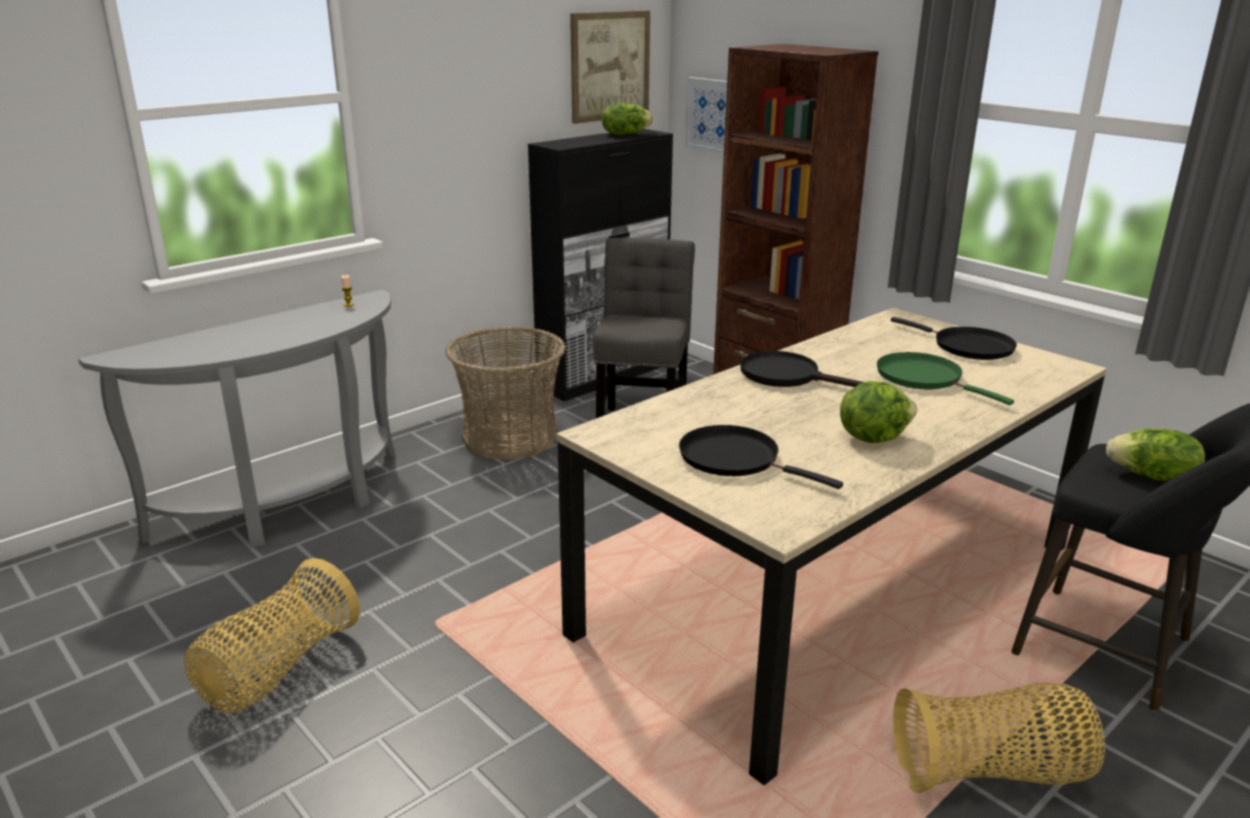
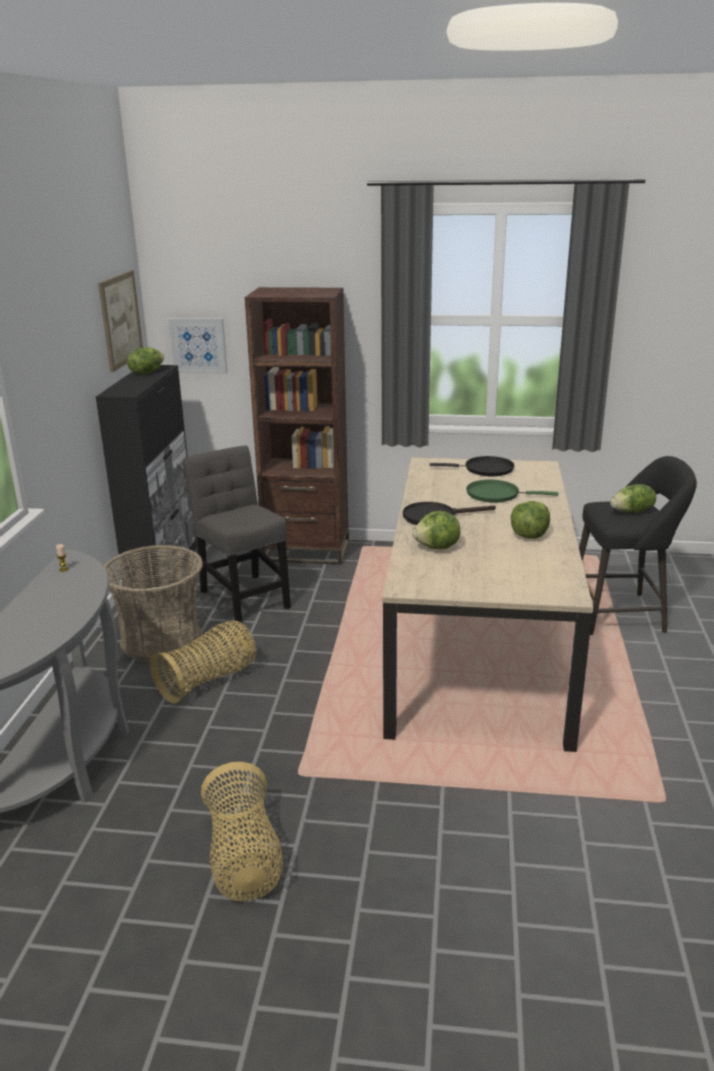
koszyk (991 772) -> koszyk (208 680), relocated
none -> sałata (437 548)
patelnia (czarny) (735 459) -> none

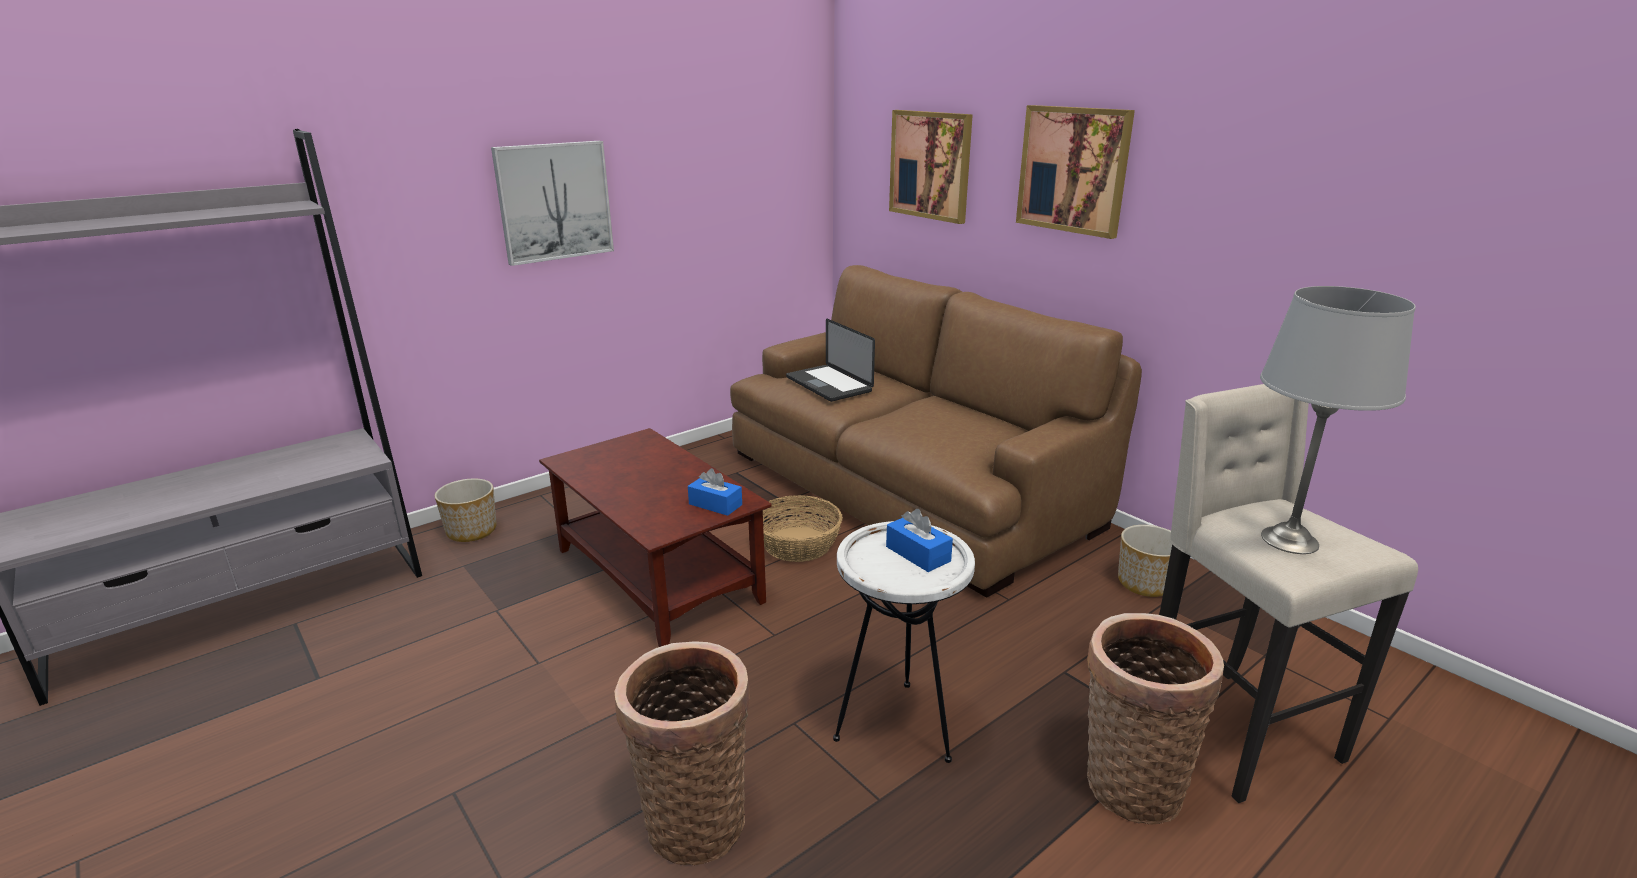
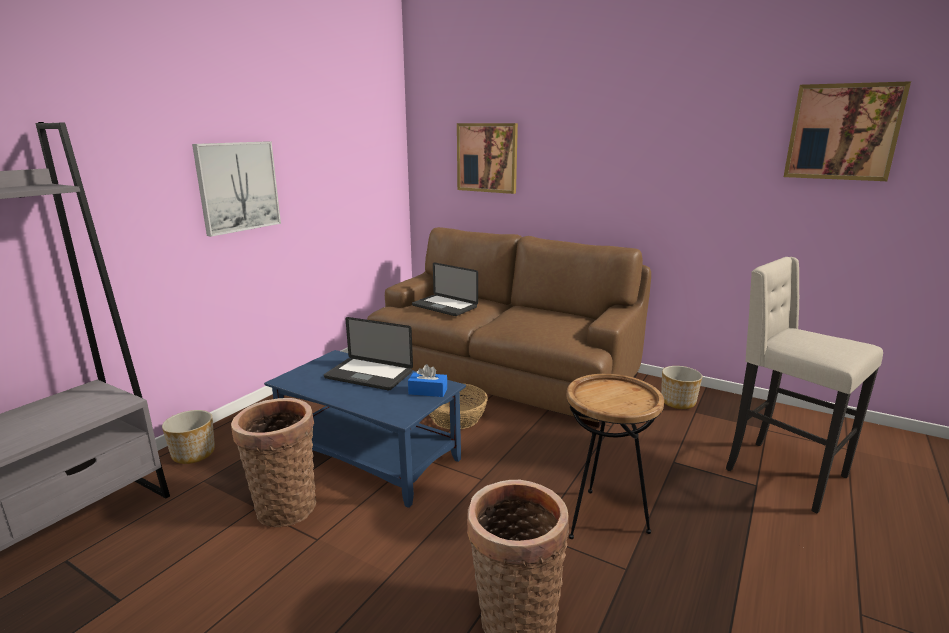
koszyk (1129 781) -> koszyk (284 505), relocated
ława (brązowy) (659 576) -> ława (niebieski) (371 457)
none -> laptop (369 375)
stolik (biały) (897 727) -> stolik (brązowy) (603 519)
obraz (1073 170) -> obraz (842 132), relocated
pudełko chusteczek (niebieski) (918 554) -> none
lampa stołowa (szary) (1289 541) -> none

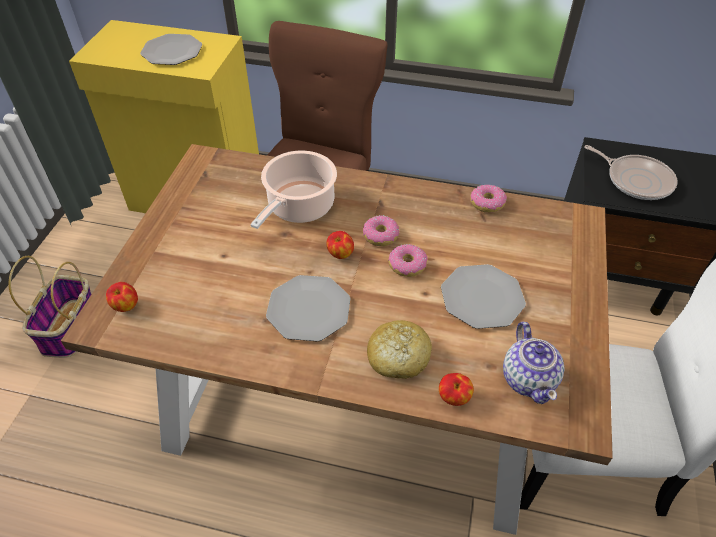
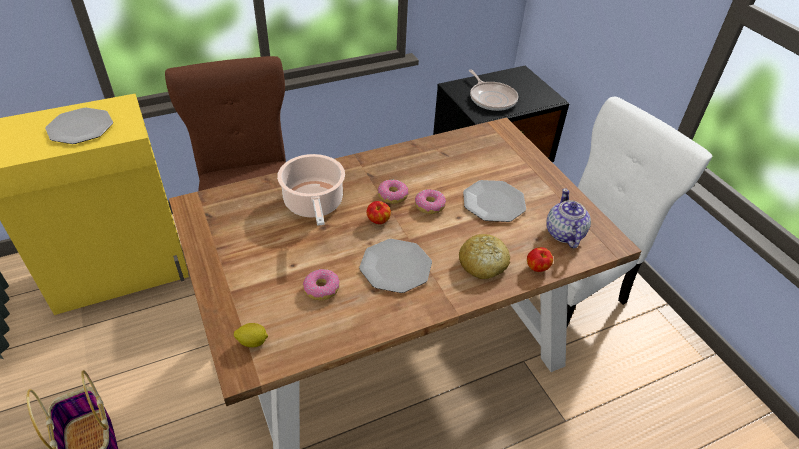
jabłko (125 306) -> cytryna (253 342)
donut (487 203) -> donut (321 289), relocated
patelnia (636 180) -> patelnia (491 98), 60 degrees clockwise
imbryk (529 378) -> imbryk (564 234), 135 degrees counterclockwise

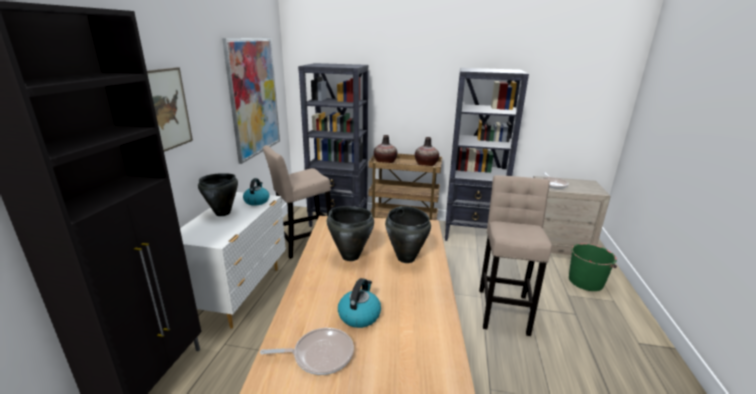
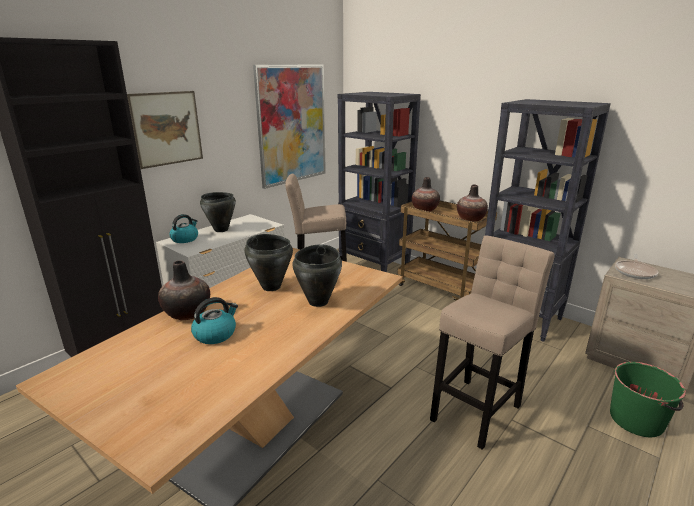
none -> wazon (187 313)
czajnik (257 201) -> czajnik (185 239), relocated
patelnia (319 355) -> none

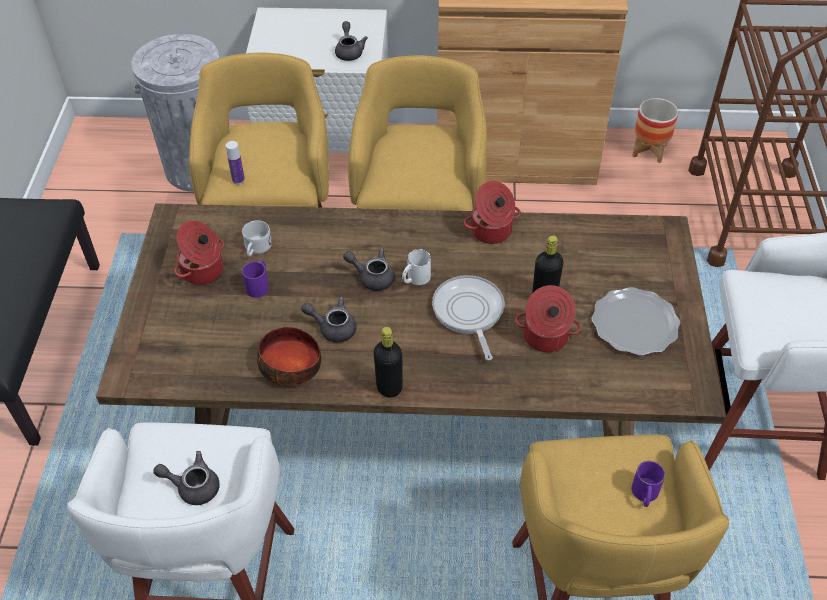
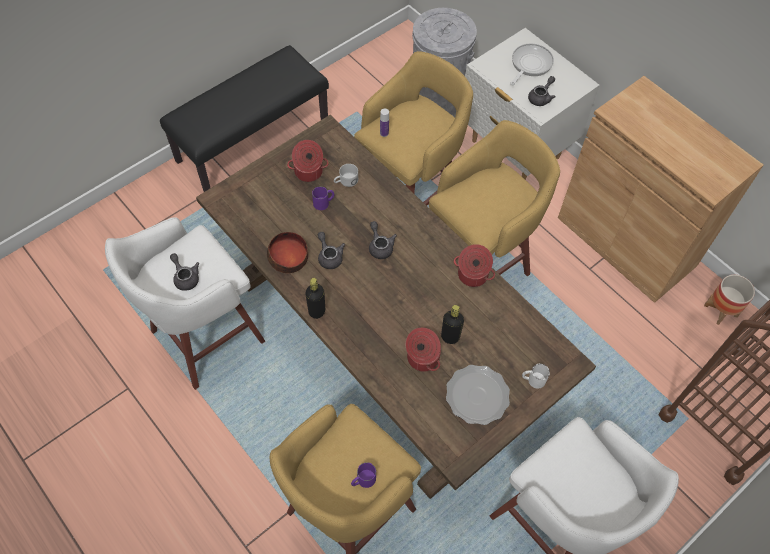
patelnia (469 313) -> patelnia (530 64), relocated
kubek (biały) (415 279) -> kubek (biały) (533 379), relocated

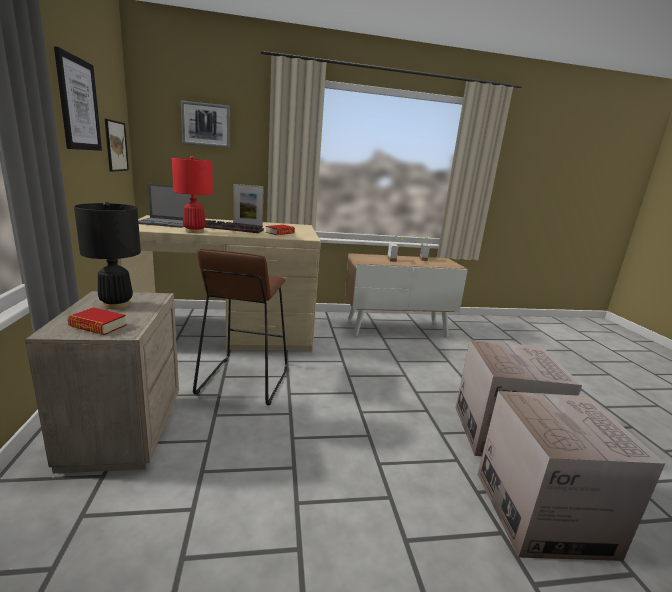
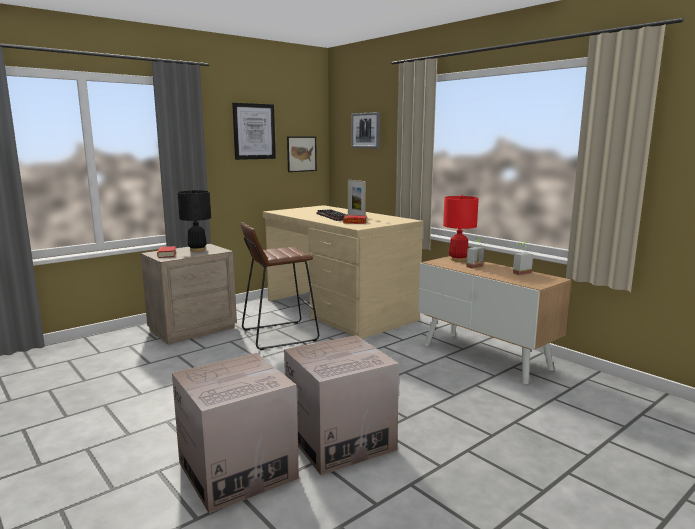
lampa stołowa (czerwony) (194 231) -> lampa stołowa (czerwony) (458 259), relocated
laptop (166 223) -> none

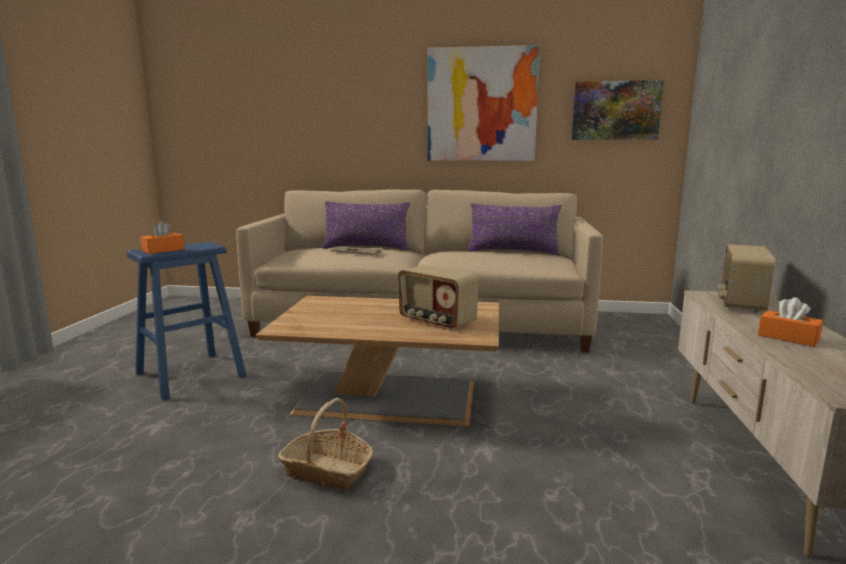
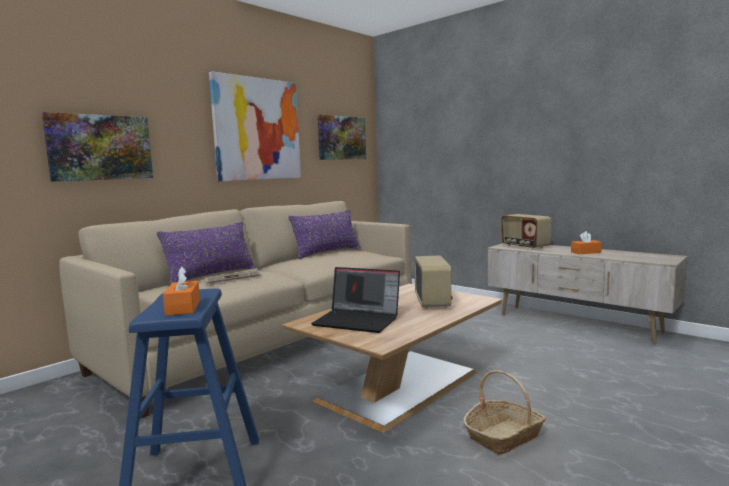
none -> obraz (100 147)
none -> laptop (358 320)
radio (436 322) -> radio (433 302), 75 degrees counterclockwise

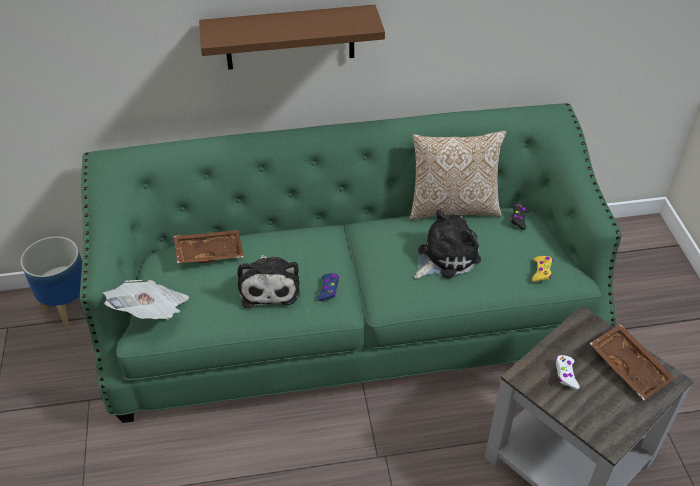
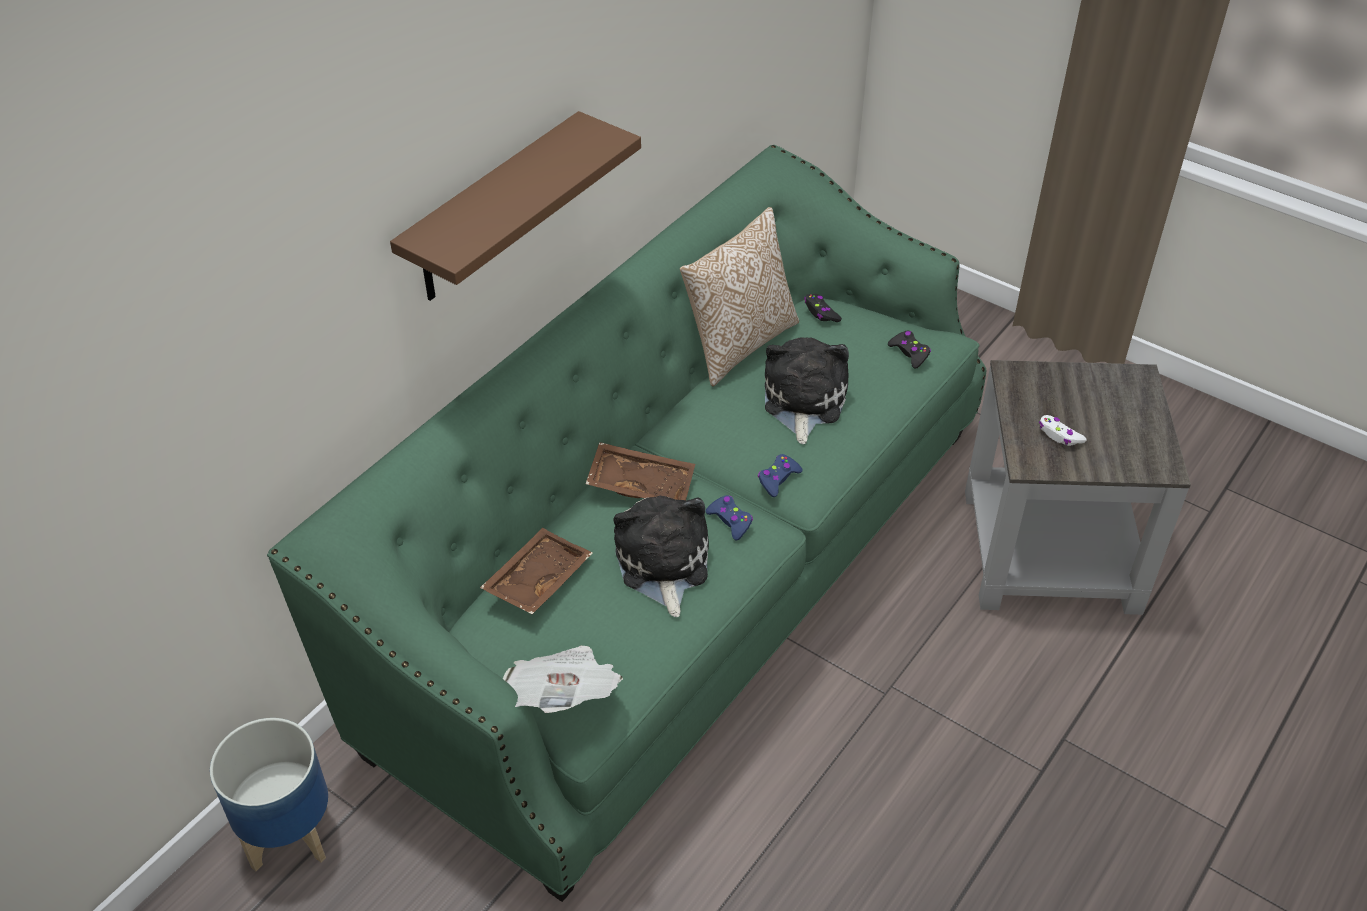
taca (brązowy) (630 367) -> taca (brązowy) (641 483), relocated
pluszak (269 286) -> pluszak (662 565), 135 degrees counterclockwise
none -> pad do gier (niebieski) (778 479)
pad do gier (żółty) (541 271) -> pad do gier (czarny) (909 353)

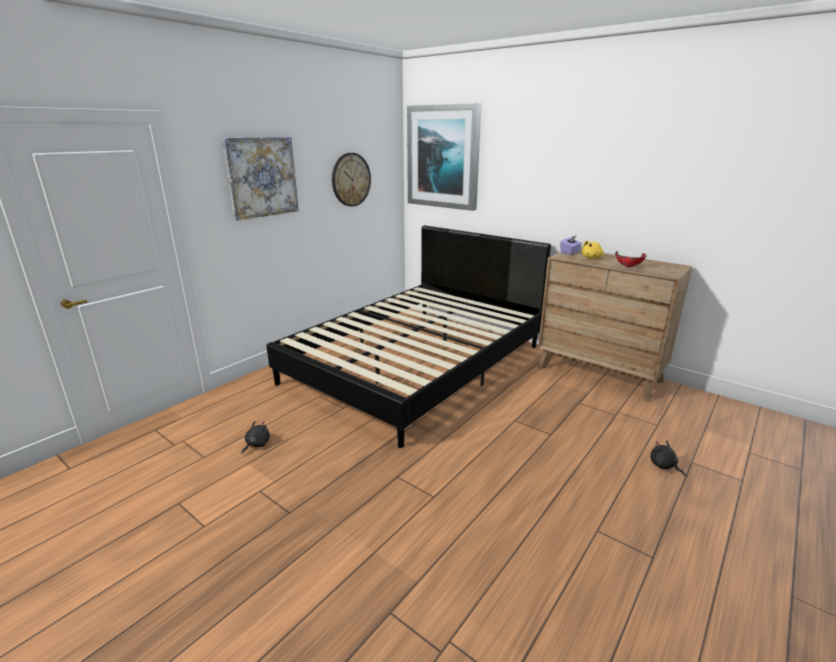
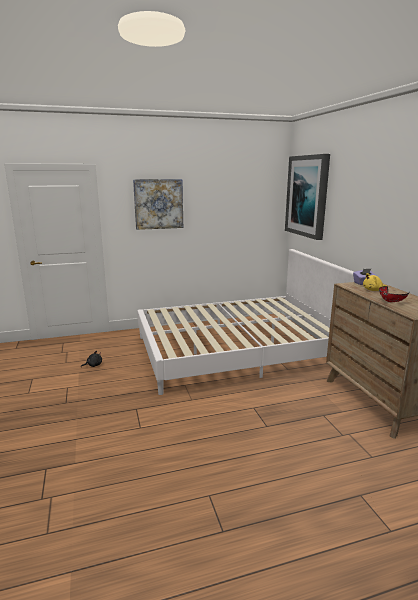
łóżko (czarny) (417 364) -> łóżko (biały) (237 351)
zegar ścienny (351 179) -> none
pluszak (czarny) (663 466) -> none

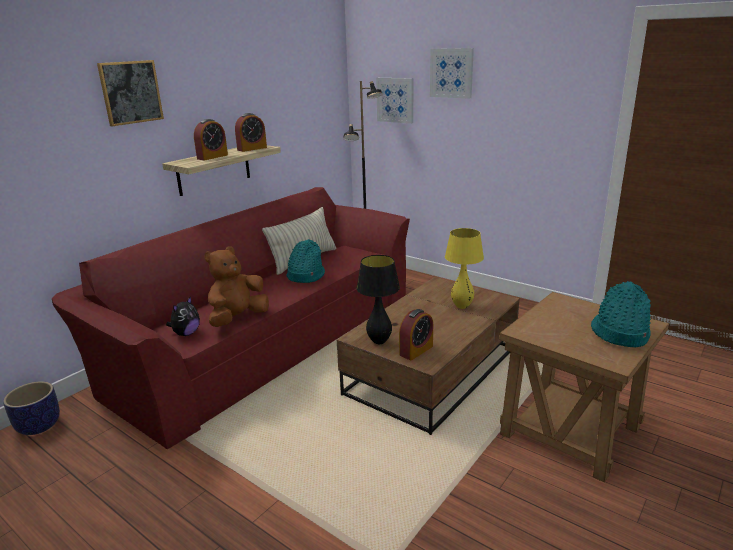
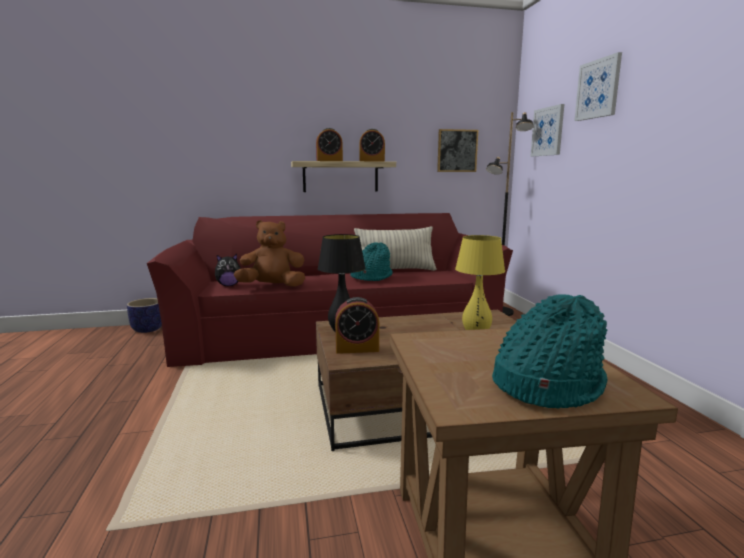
obraz (131 92) -> obraz (457 151), relocated

